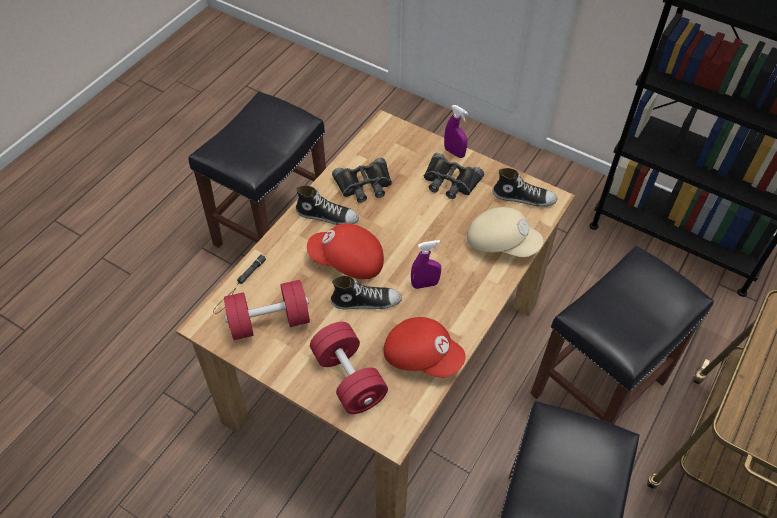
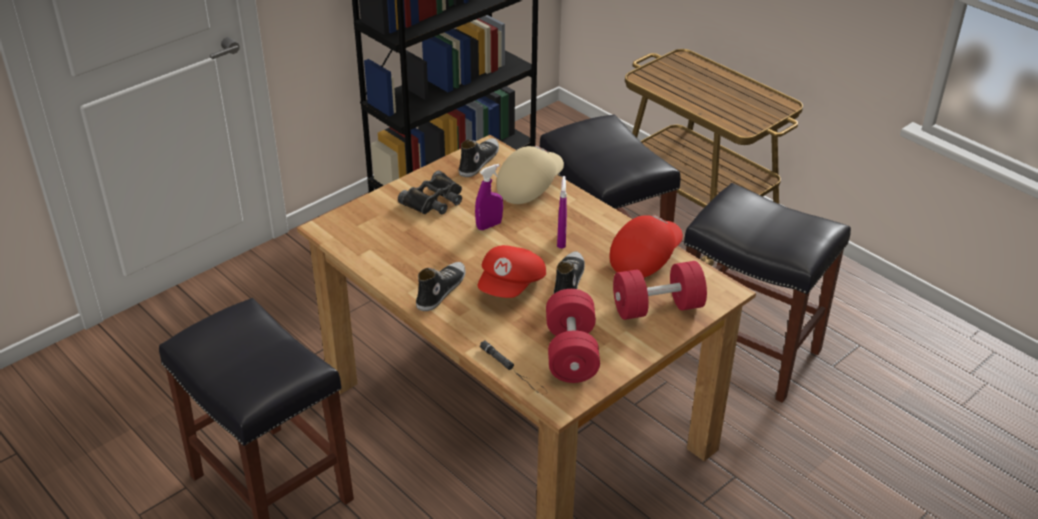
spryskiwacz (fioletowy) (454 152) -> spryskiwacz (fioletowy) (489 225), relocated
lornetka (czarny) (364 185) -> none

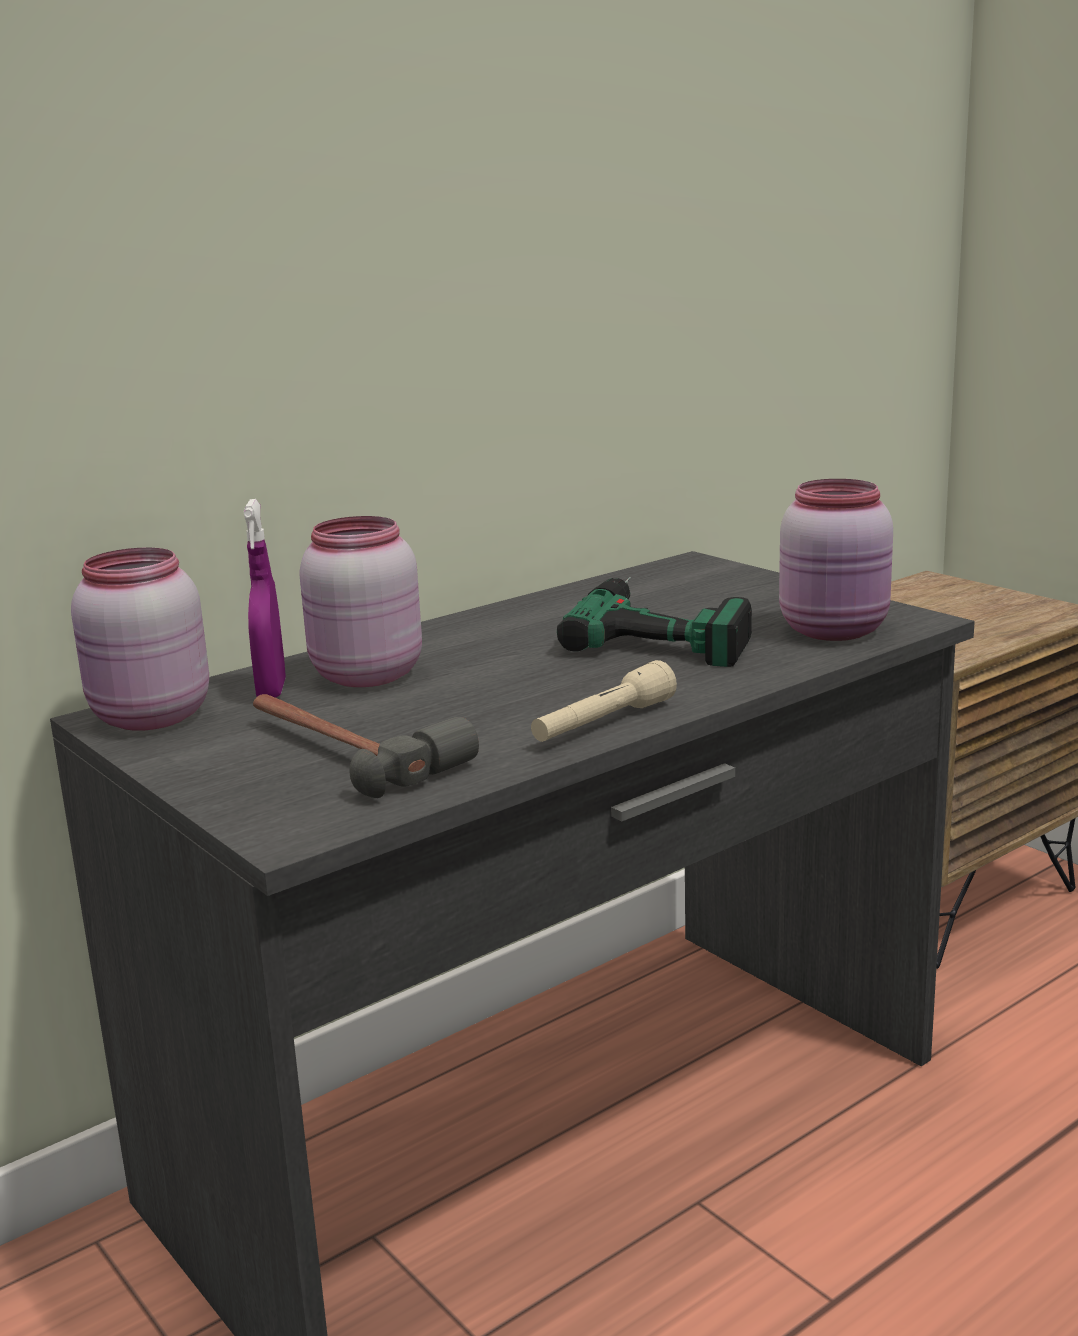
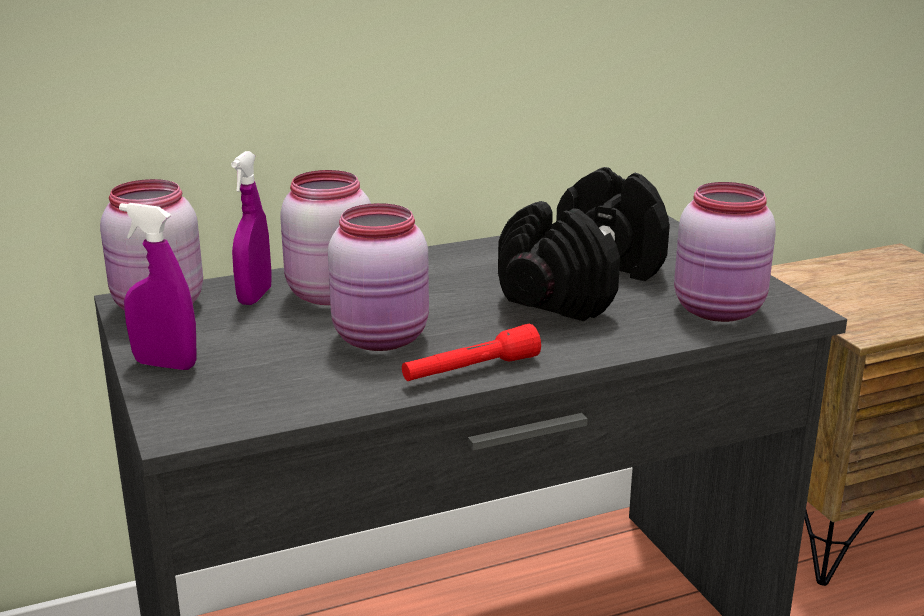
none -> spryskiwacz (fioletowy) (165 364)
none -> słoik (różowy) (383 338)
latarka (beżowy) (603 724) -> latarka (czerwony) (470 370)
wiertarka (666 629) -> hantel (czarny) (584 286)
młotek (345 751) -> none

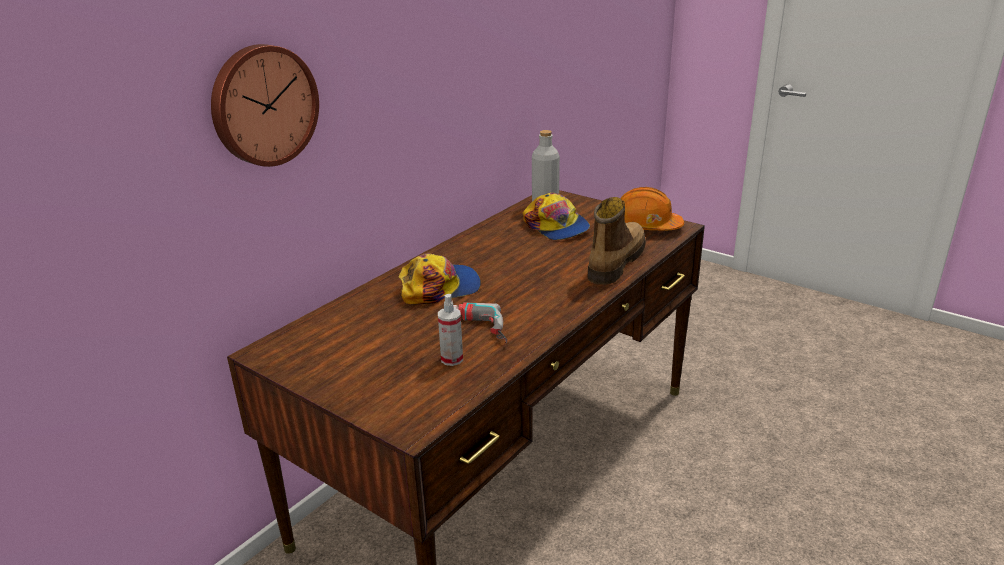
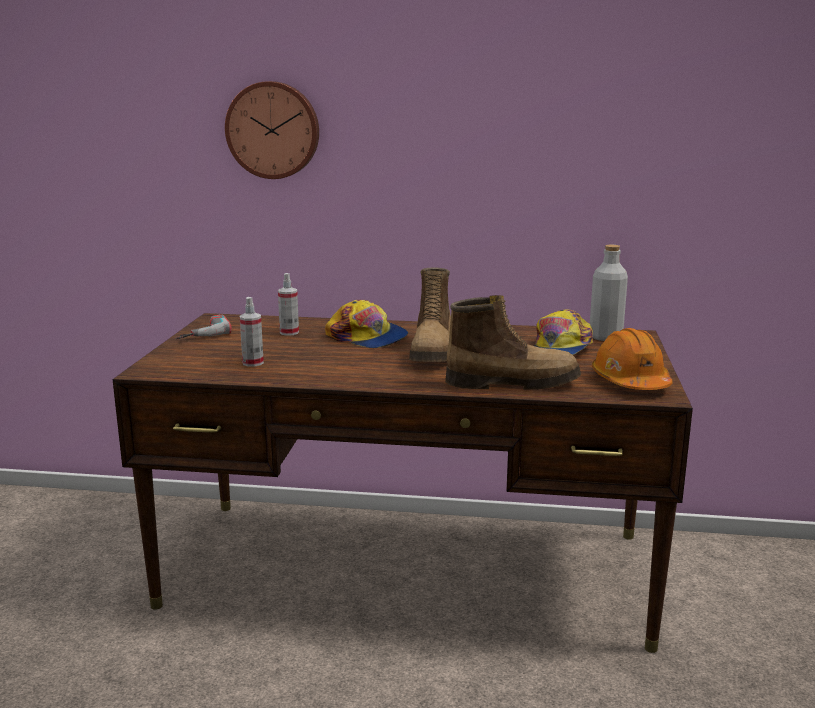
wiertarka (476 329) -> wiertarka (200 332), relocated
none -> spryskiwacz (289 332)
none -> but z cholewką (433 353)

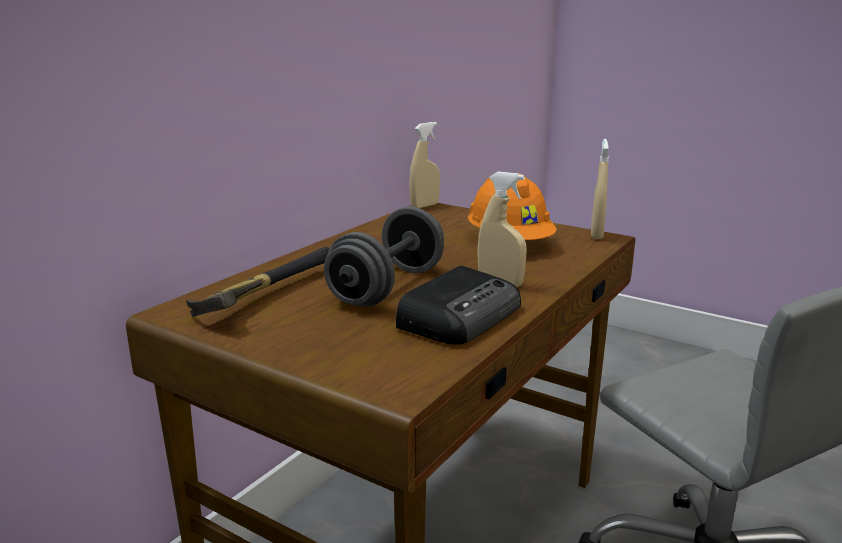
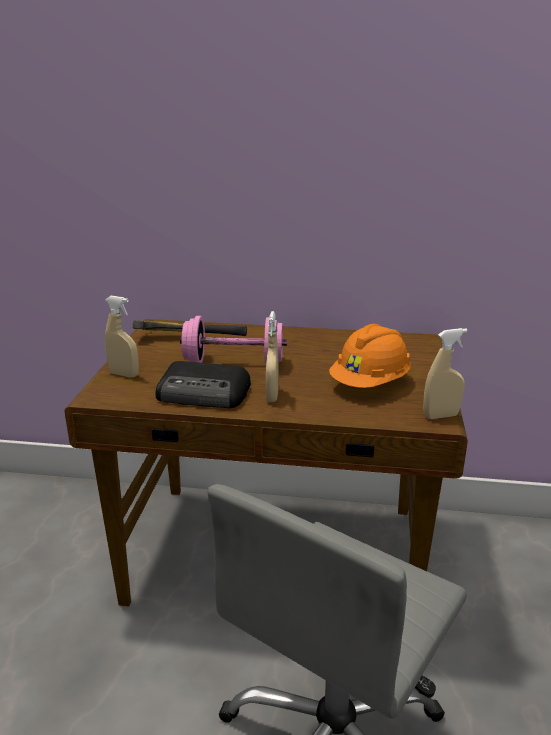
spryskiwacz (beżowy) (424 206) -> spryskiwacz (beżowy) (124 374), relocated
hantel (szary) (388 287) -> hantel (różowy) (234 363)

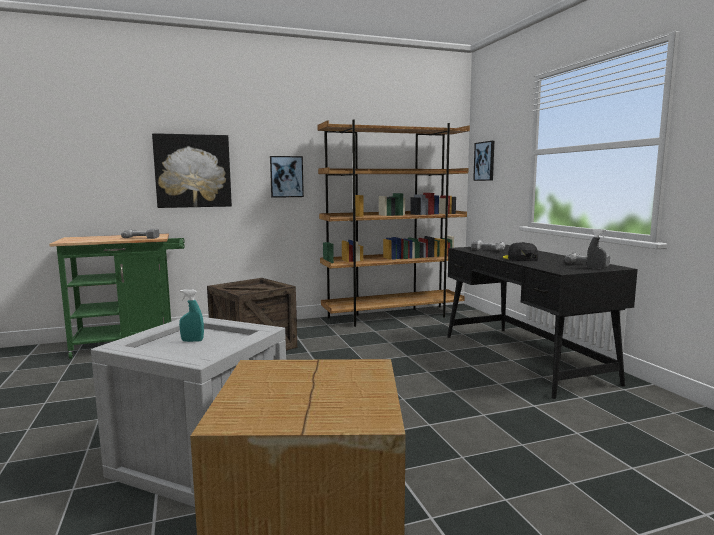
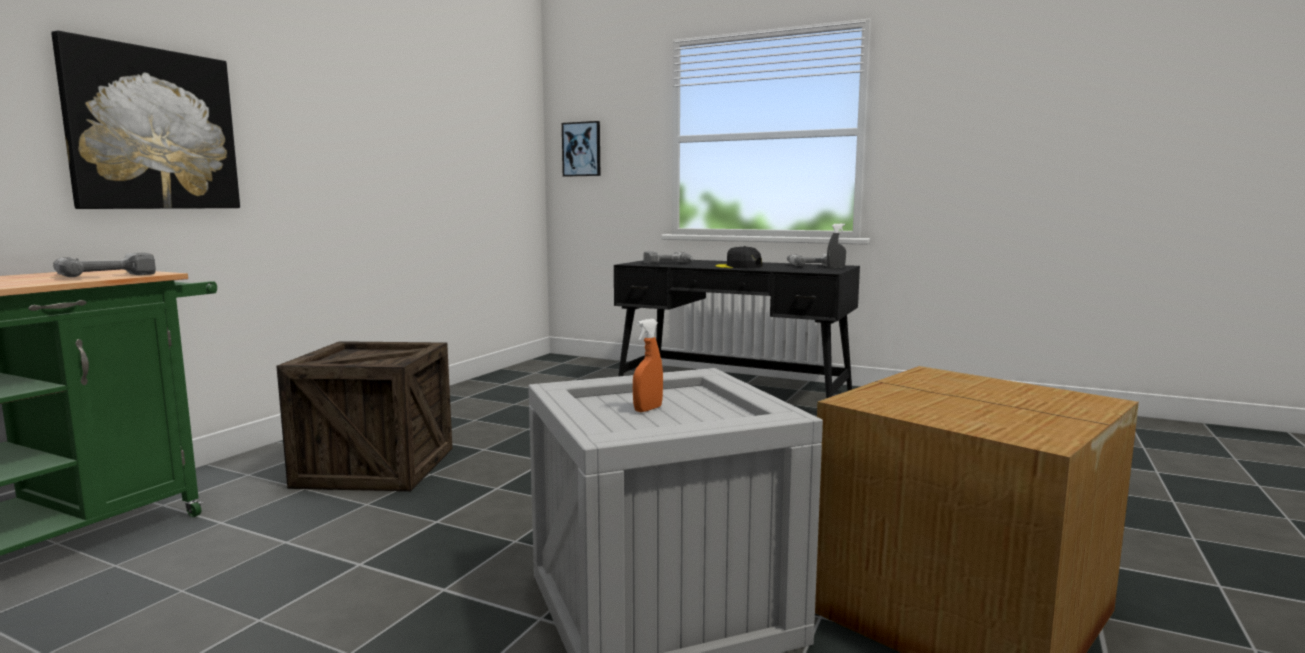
spryskiwacz (turkusowy) (192 341) -> spryskiwacz (pomarańczowy) (648 409)
obraz (286 176) -> none
regał (brązowy) (393 316) -> none

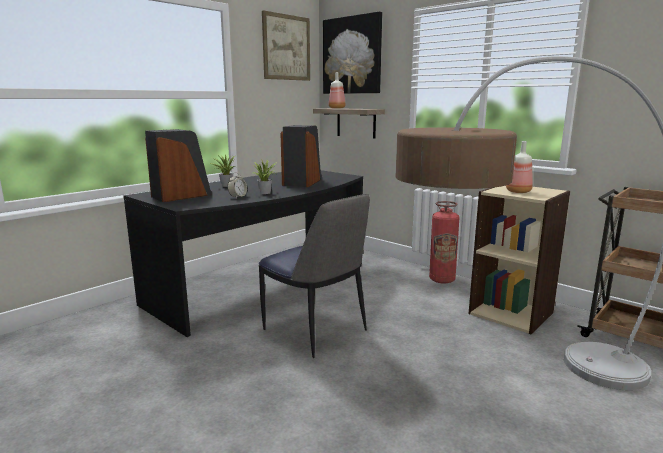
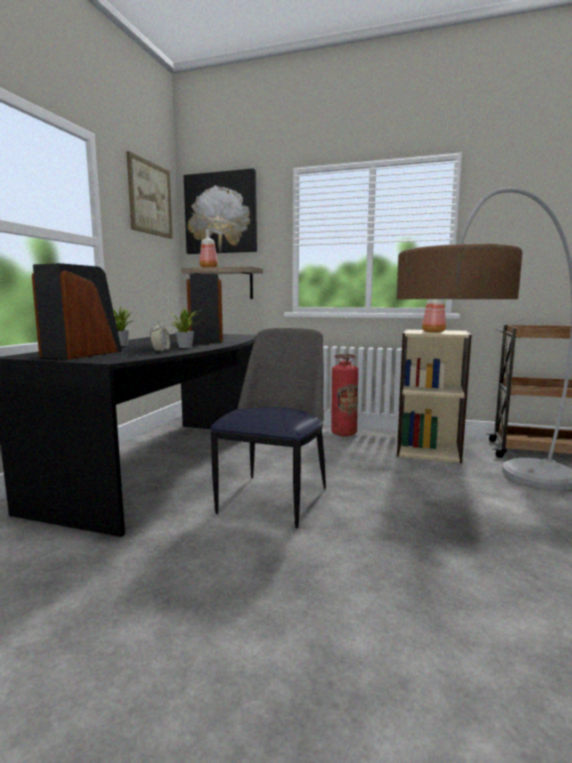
krzesło (316 331) -> krzesło (274 498), 90 degrees counterclockwise

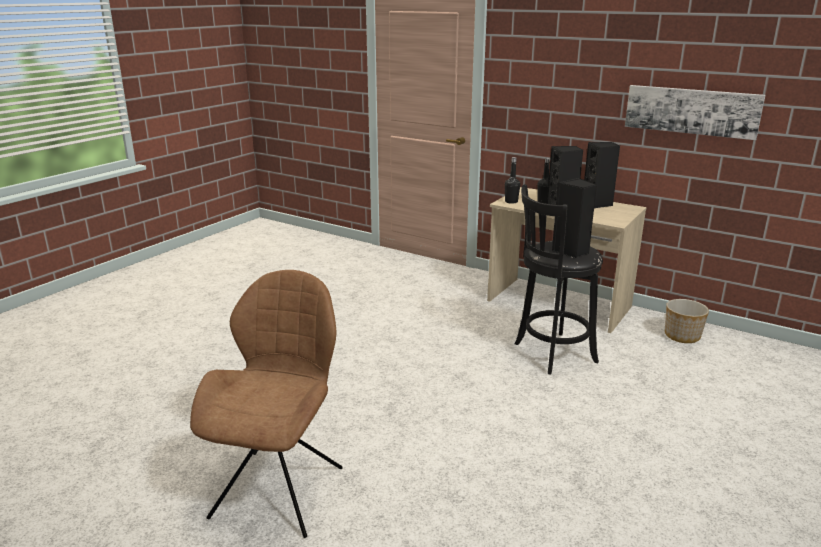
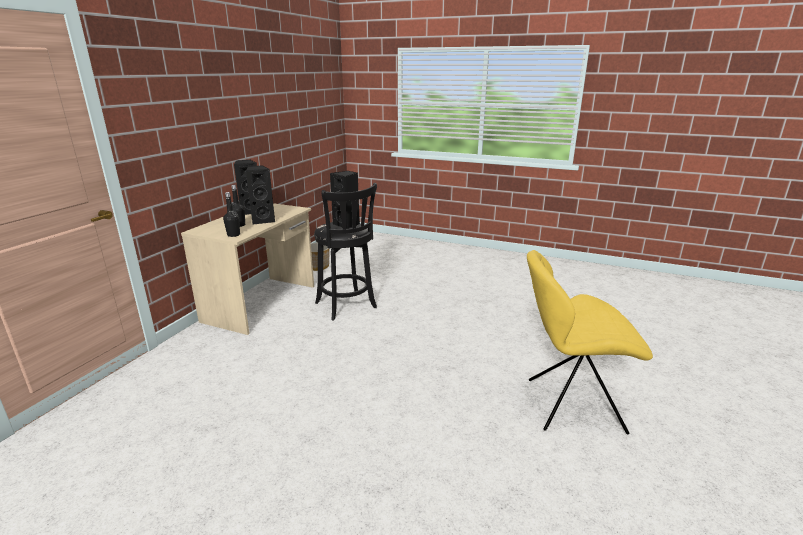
krzesło (brązowy) (280 488) -> krzesło (żółty) (570 405)
obraz (691 111) -> none

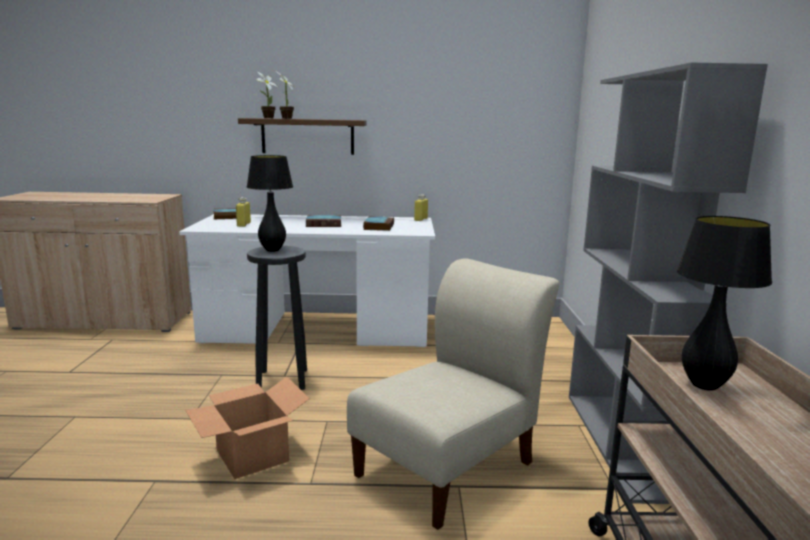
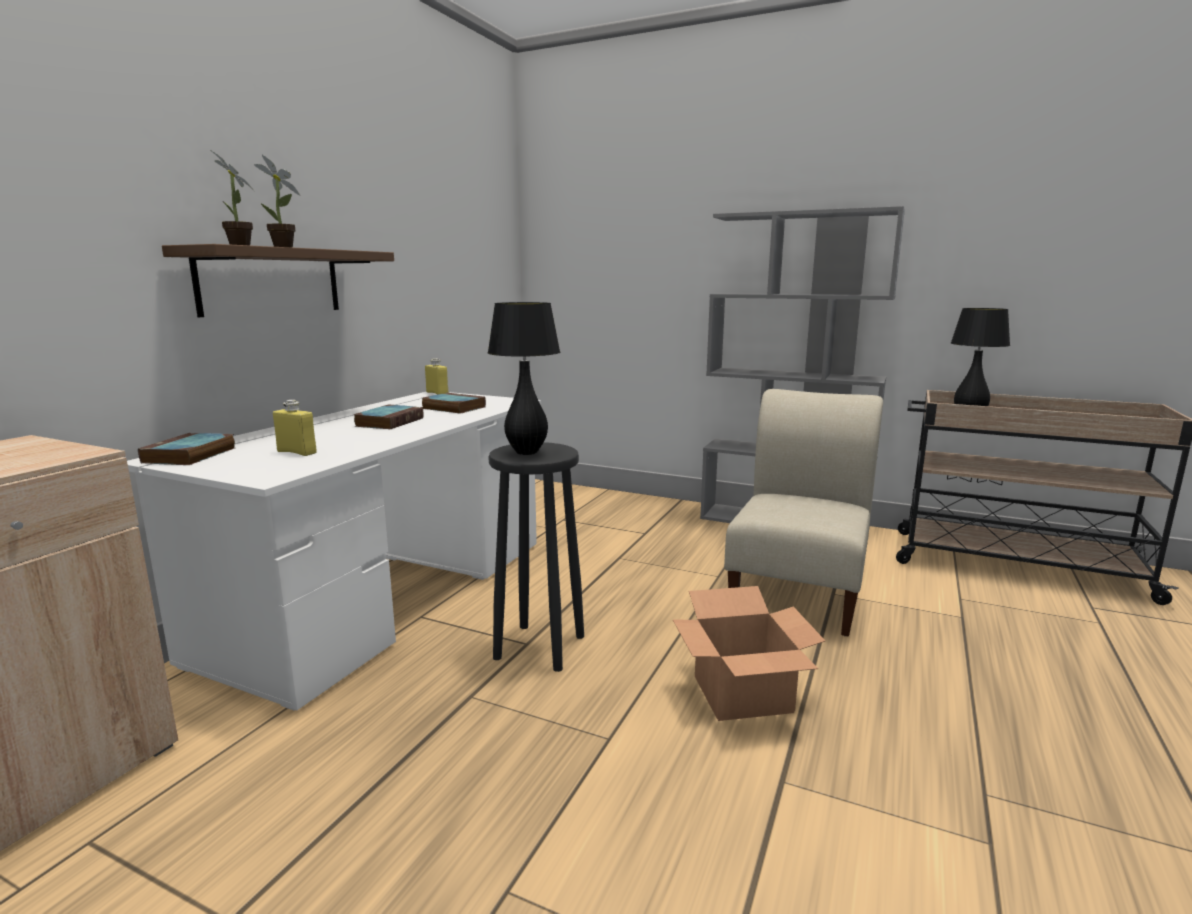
krzesło (beżowy) (450 466) -> krzesło (beżowy) (799 589), 45 degrees clockwise

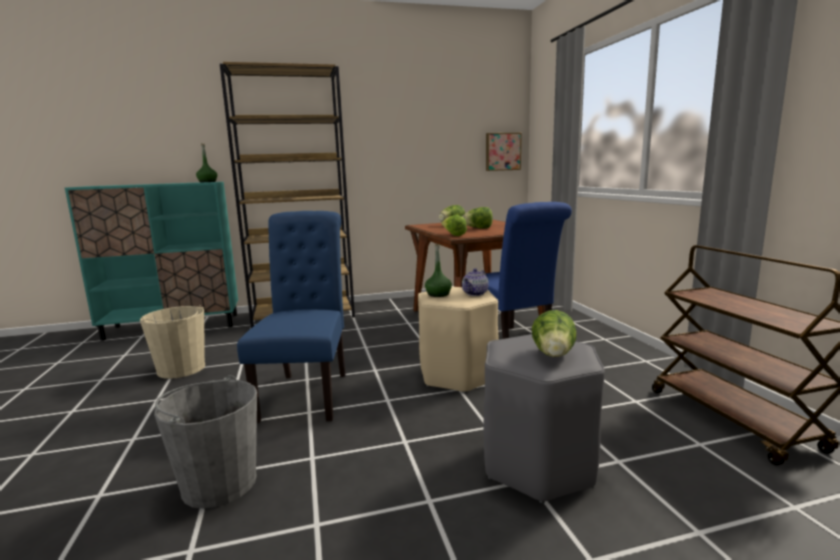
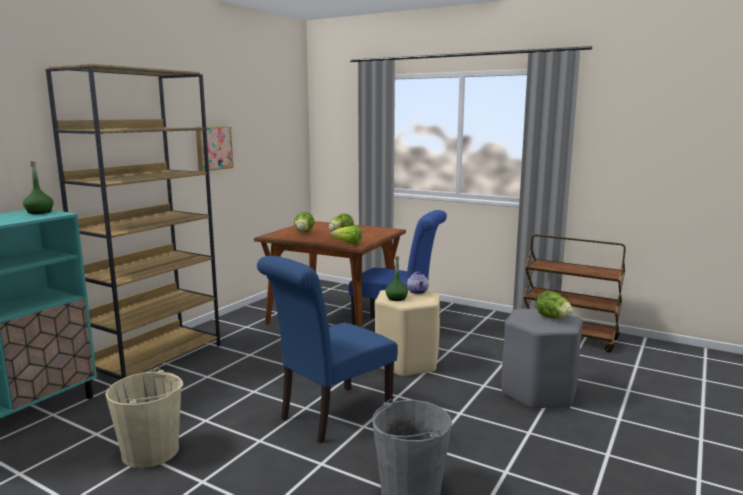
obraz (502 151) -> obraz (213 148), relocated
krzesło (niebieski) (307 392) -> krzesło (niebieski) (330 416), 90 degrees counterclockwise

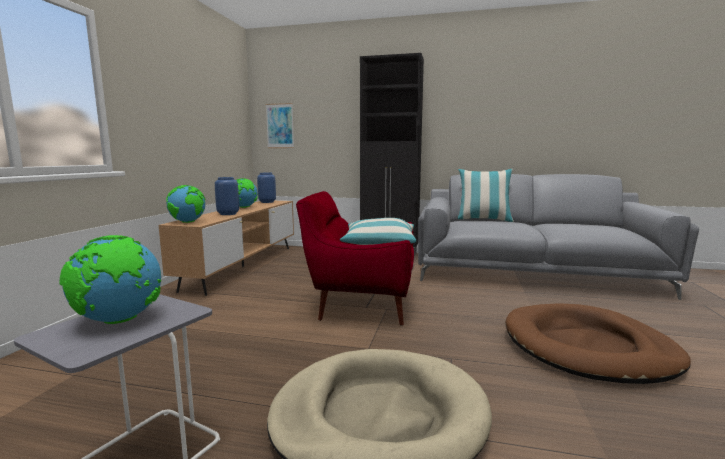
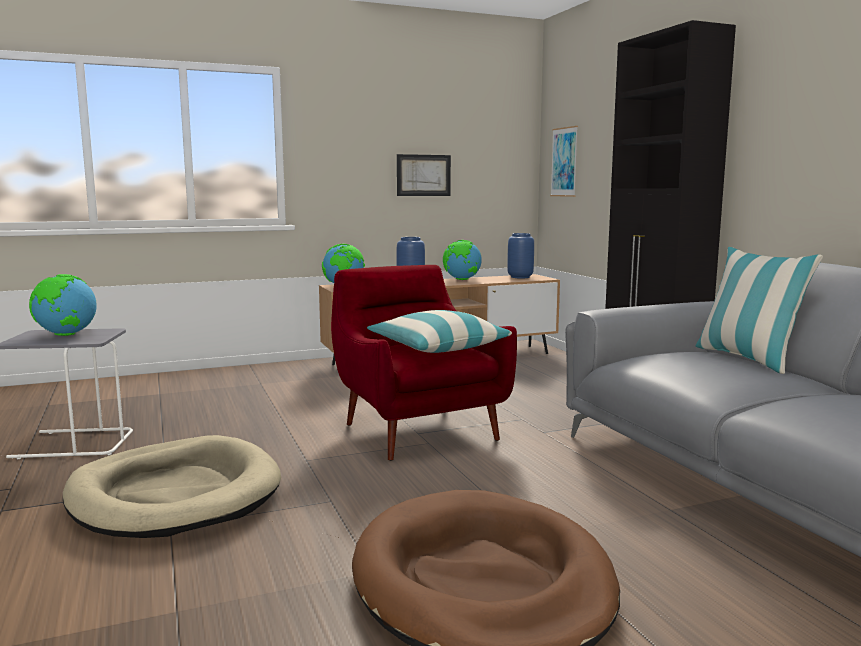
none -> obraz (423 175)

